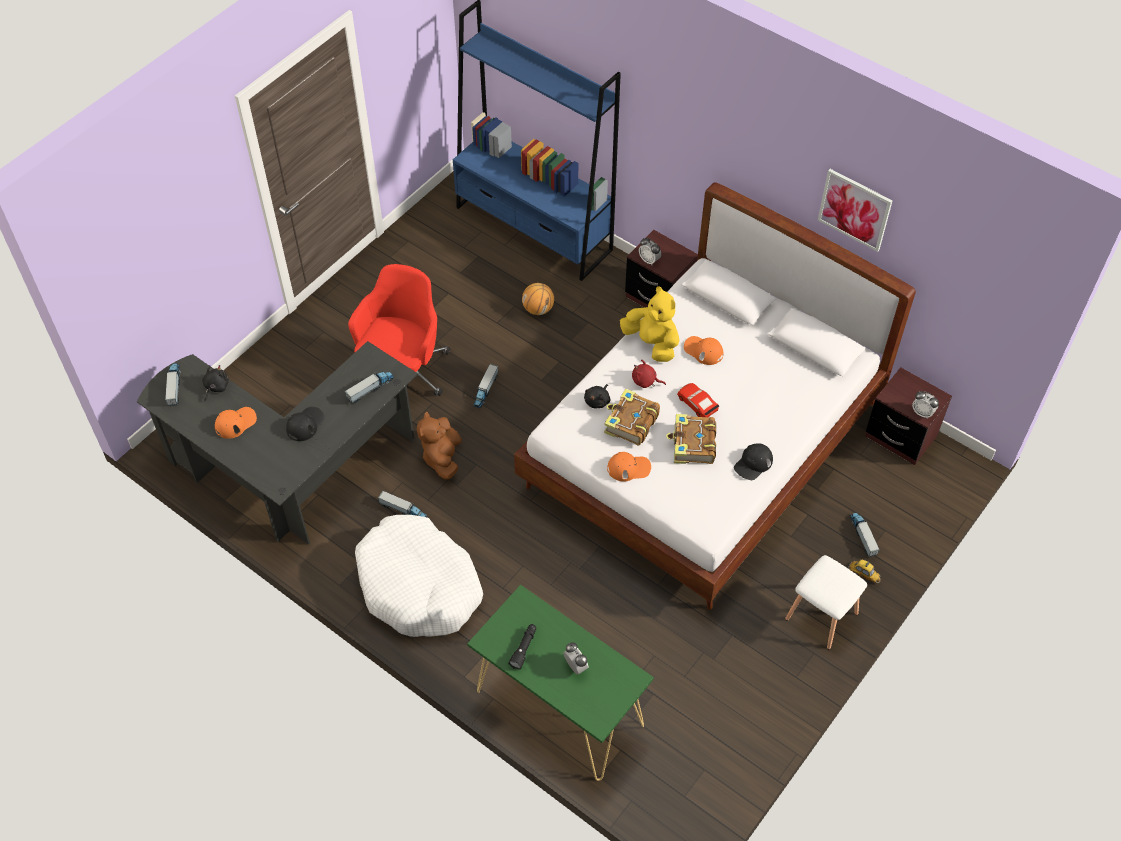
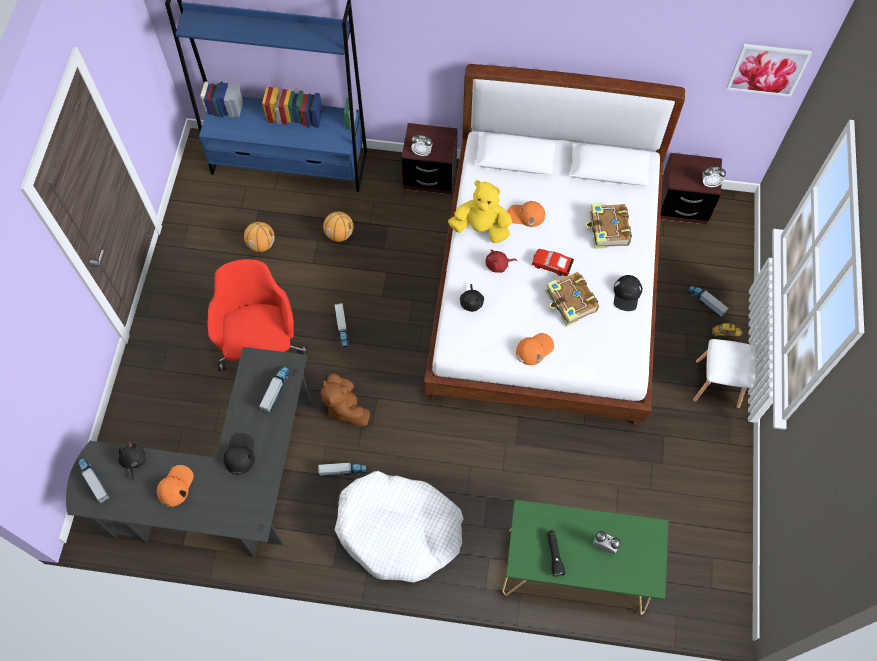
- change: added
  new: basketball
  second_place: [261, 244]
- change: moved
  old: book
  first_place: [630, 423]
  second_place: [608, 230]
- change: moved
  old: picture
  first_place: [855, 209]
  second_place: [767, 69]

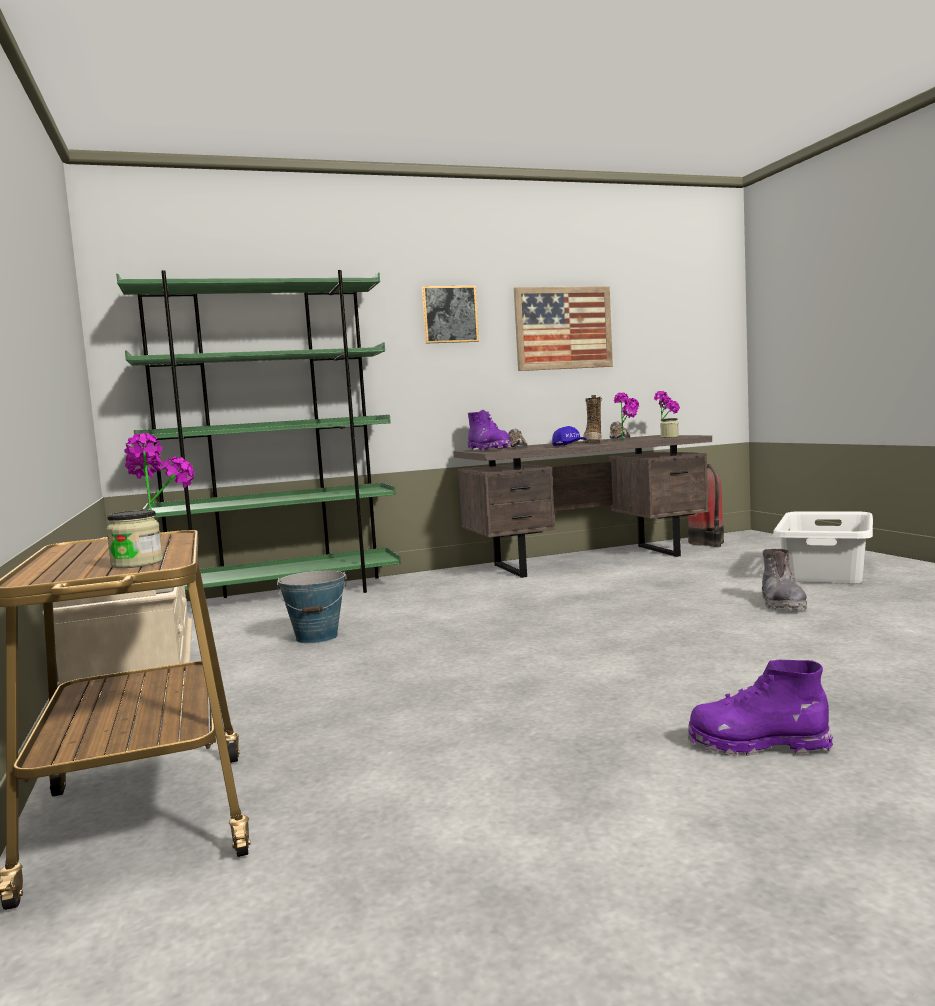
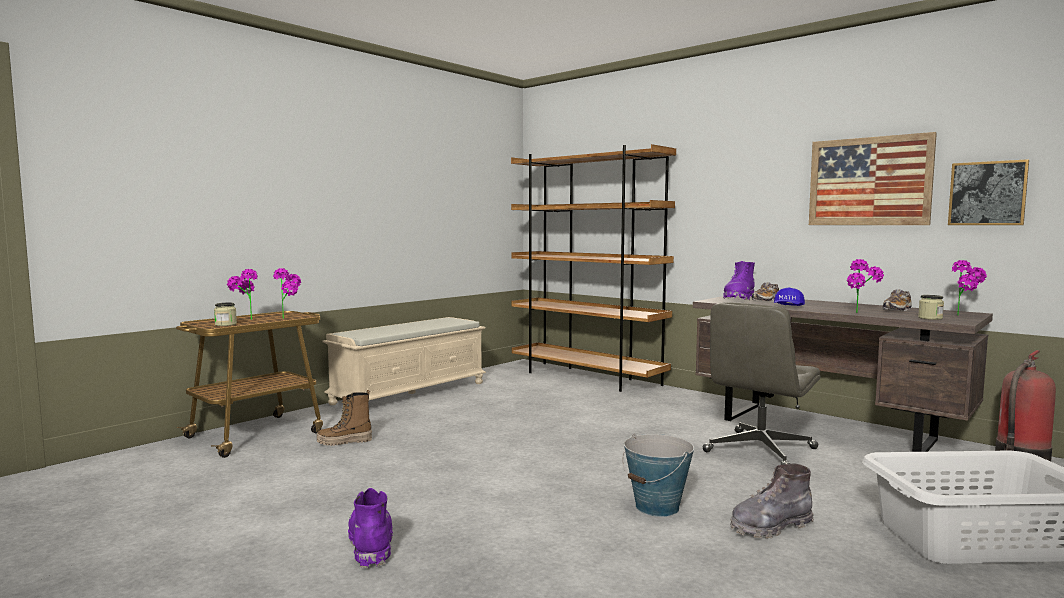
- change: added
  new: potted plant
  second_place: [244, 319]
- change: moved
  old: boot
  first_place: [593, 442]
  second_place: [344, 442]
- change: recoloured
  old: bookcase (green)
  new: bookcase (brown)
  first_place: [282, 596]
  second_place: [587, 377]
- change: moved
  old: bucket
  first_place: [317, 637]
  second_place: [657, 507]
- change: added
  new: office chair (grey)
  second_place: [760, 451]
- change: moved
  old: picture
  first_place: [450, 314]
  second_place: [987, 193]

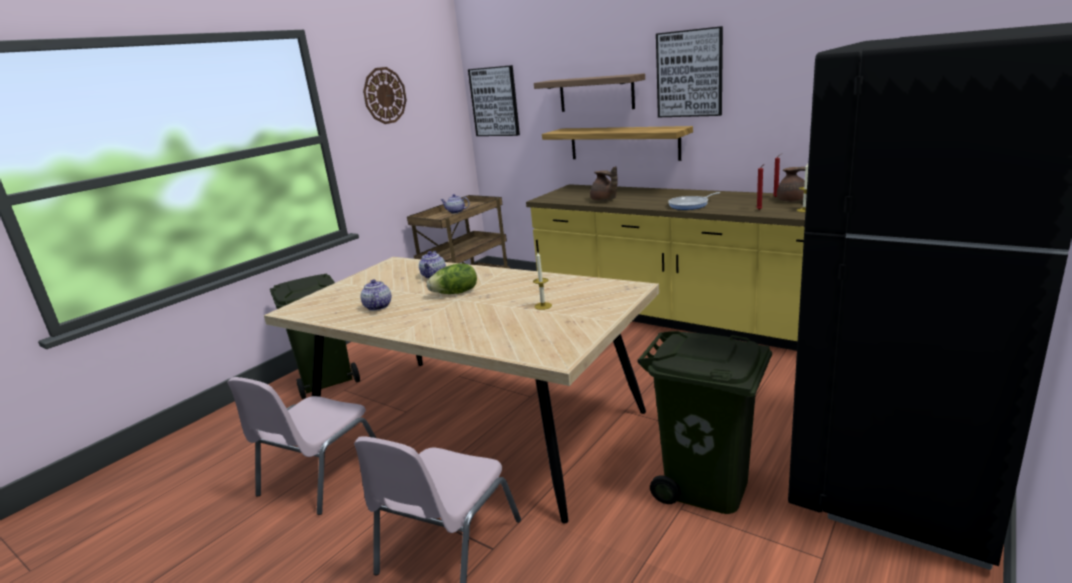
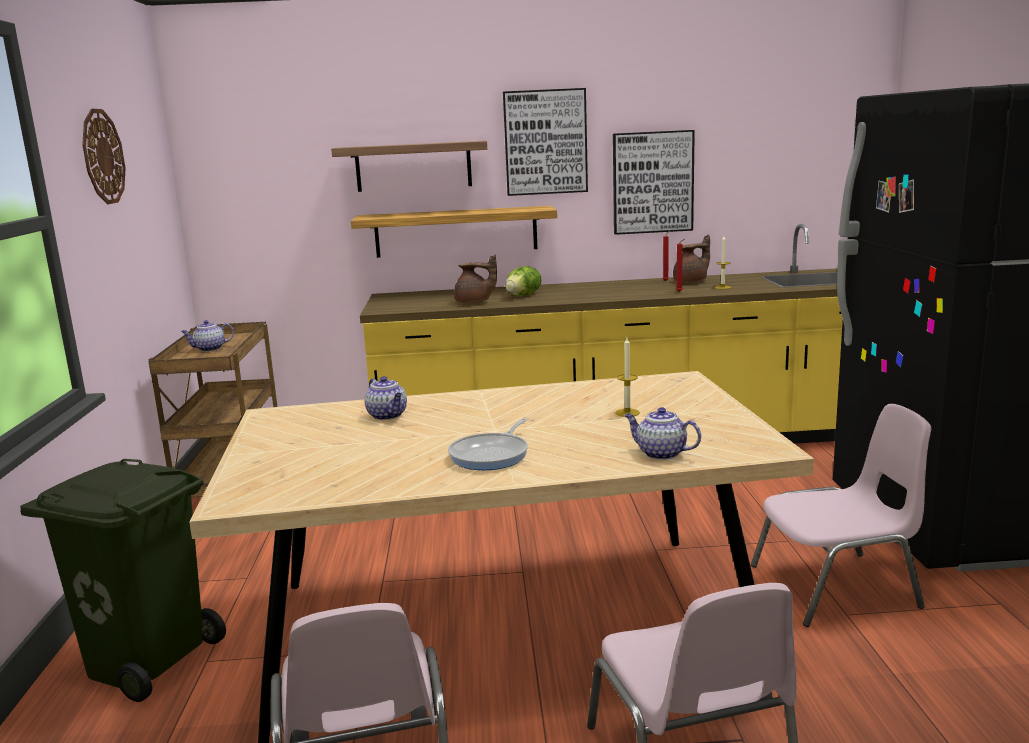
- change: moved
  old: frying pan
  first_place: [690, 205]
  second_place: [492, 455]
- change: moved
  old: lettuce
  first_place: [455, 293]
  second_place: [523, 295]
- change: moved
  old: picture
  first_place: [495, 101]
  second_place: [652, 182]
- change: moved
  old: teapot
  first_place: [377, 306]
  second_place: [660, 453]
- change: replaced
  old: trash can (green)
  new: chair (pink)
  first_place: [706, 487]
  second_place: [837, 587]

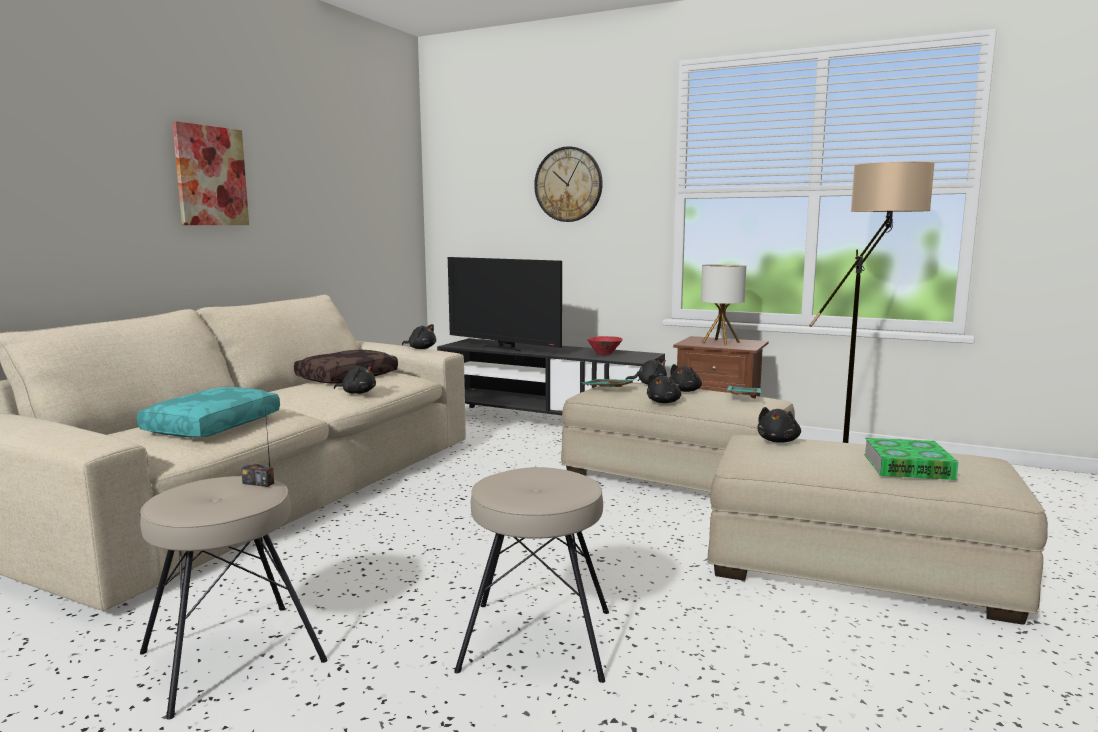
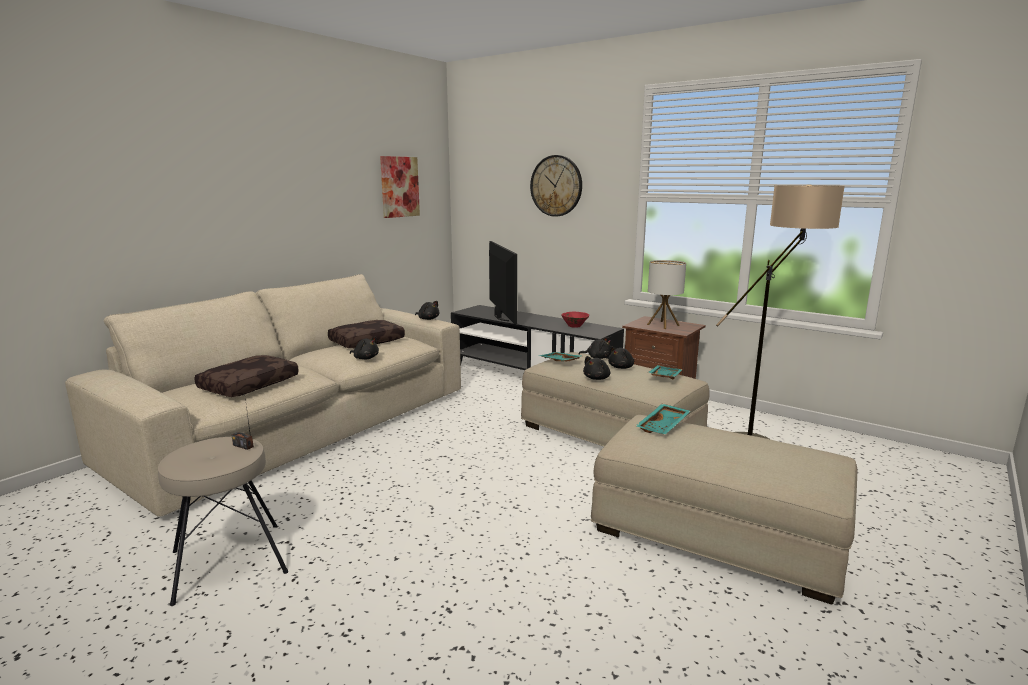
- change: recoloured
  old: pillow (turquoise)
  new: pillow (brown)
  first_place: [212, 425]
  second_place: [249, 385]
- change: moved
  old: picture
  first_place: [211, 176]
  second_place: [399, 187]
- change: turned
  old: television
  first_place: [504, 348]
  second_place: [500, 317]
  degrees: -150
- change: replaced
  old: plush toy (black)
  new: tray (turquoise)
  first_place: [778, 441]
  second_place: [664, 426]
- change: removed
  old: stool (beige)
  first_place: [537, 641]
- change: removed
  old: book
  first_place: [907, 466]

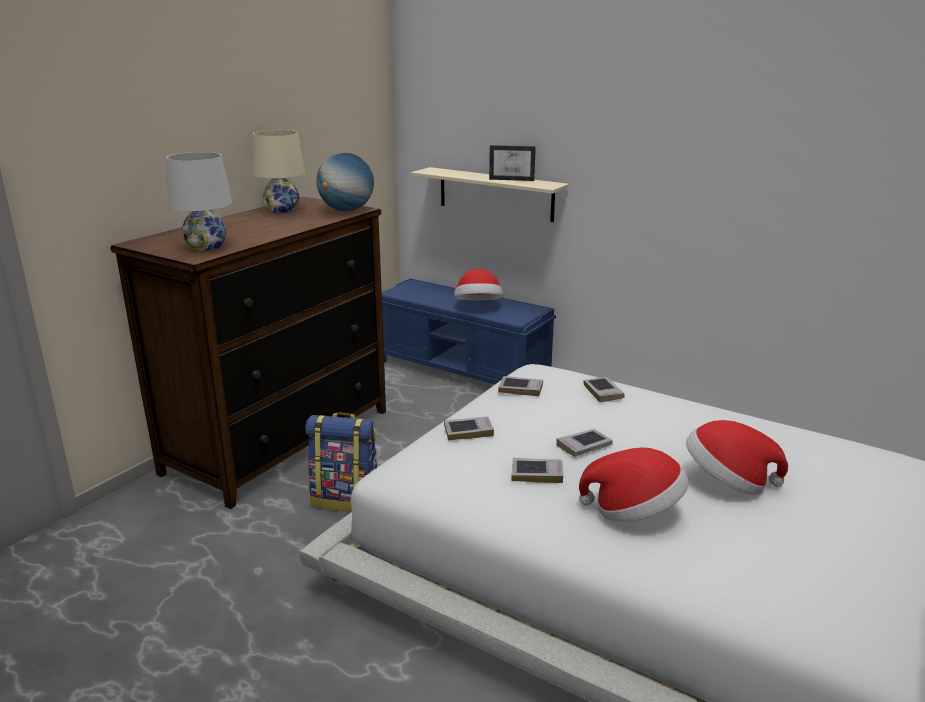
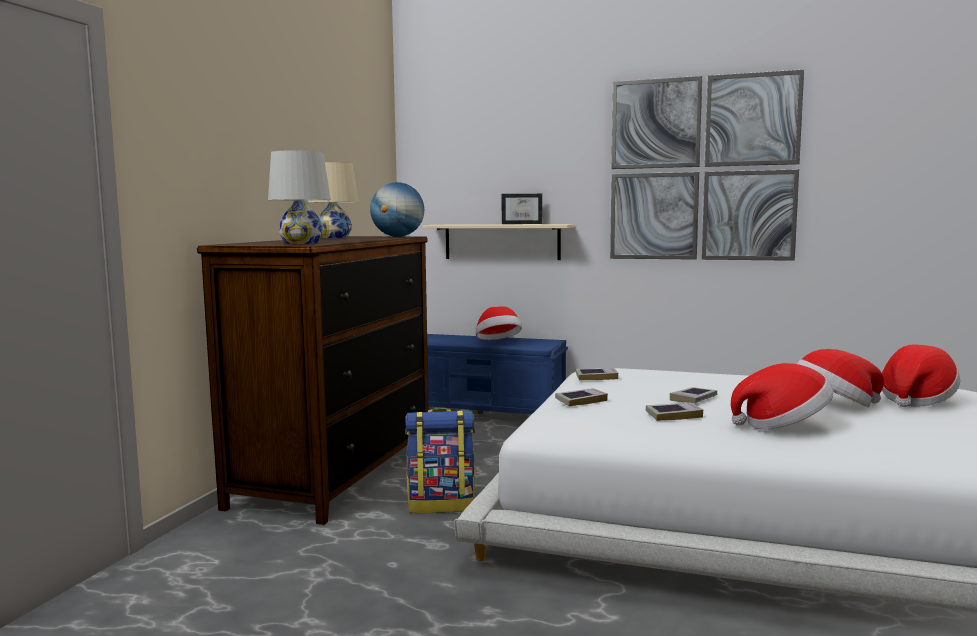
- change: added
  new: picture
  second_place: [702, 169]
- change: added
  new: hat
  second_place: [916, 400]
- change: removed
  old: book
  first_place: [603, 392]

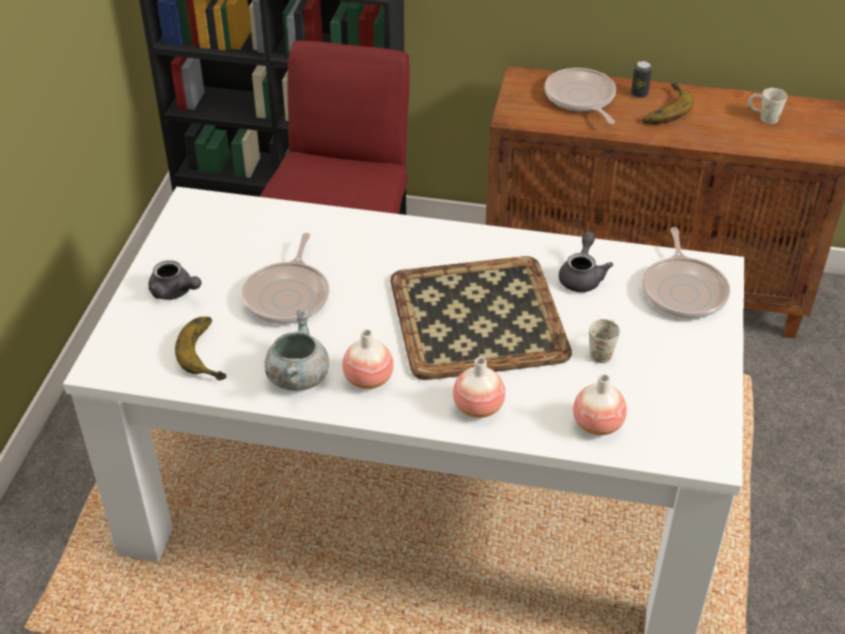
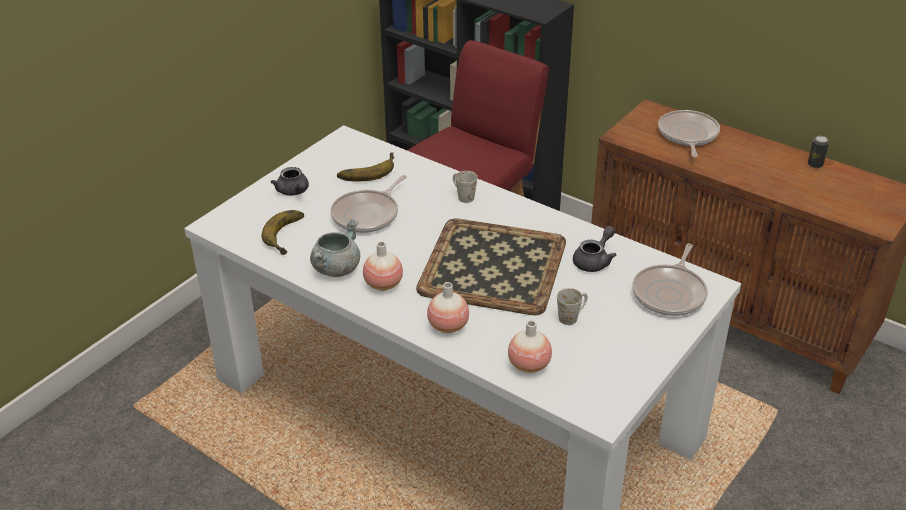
- change: moved
  old: banana
  first_place: [662, 109]
  second_place: [366, 170]
- change: moved
  old: mug (white)
  first_place: [763, 117]
  second_place: [462, 196]
- change: moved
  old: can
  first_place: [639, 94]
  second_place: [815, 164]

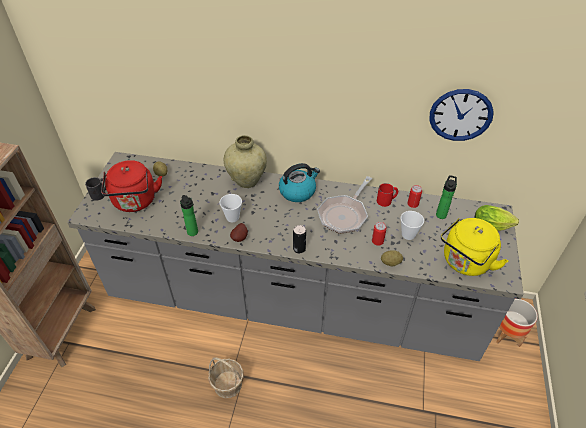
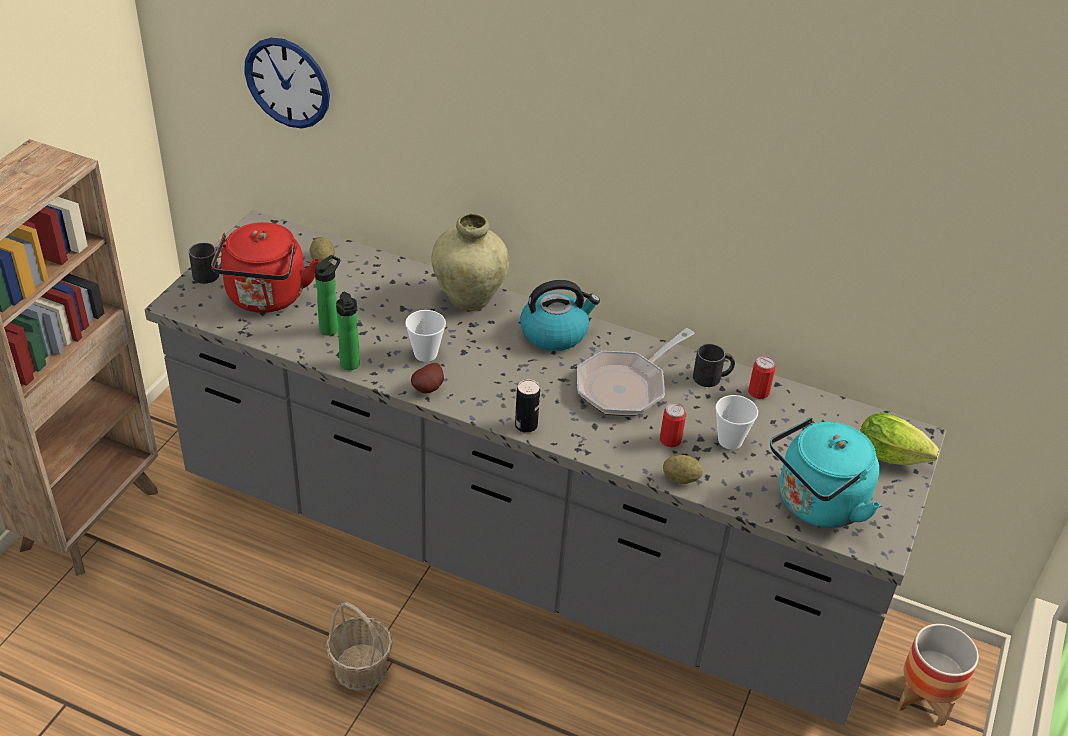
- change: moved
  old: wall clock
  first_place: [460, 115]
  second_place: [287, 83]
- change: moved
  old: bottle
  first_place: [441, 214]
  second_place: [331, 328]
- change: recoloured
  old: mug (red)
  new: mug (black)
  first_place: [387, 200]
  second_place: [712, 377]
- change: recoloured
  old: kettle (yellow)
  new: kettle (turquoise)
  first_place: [465, 263]
  second_place: [816, 505]

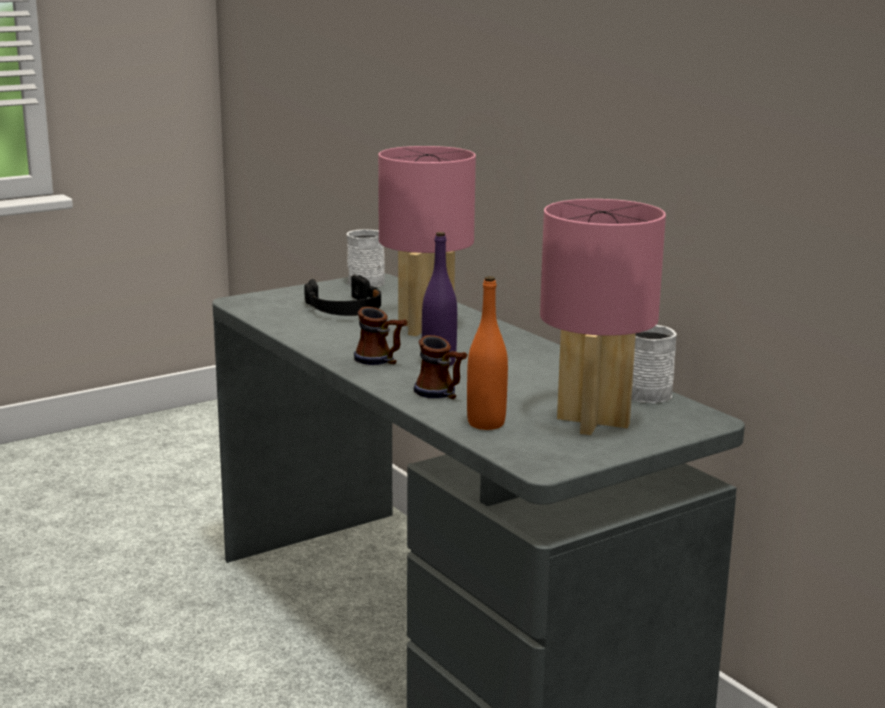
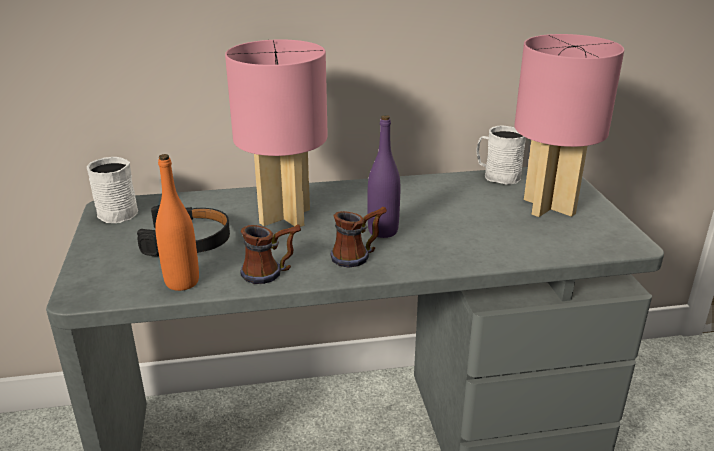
- change: moved
  old: bottle (orange)
  first_place: [486, 423]
  second_place: [182, 282]
- change: moved
  old: mug
  first_place: [442, 394]
  second_place: [272, 272]

